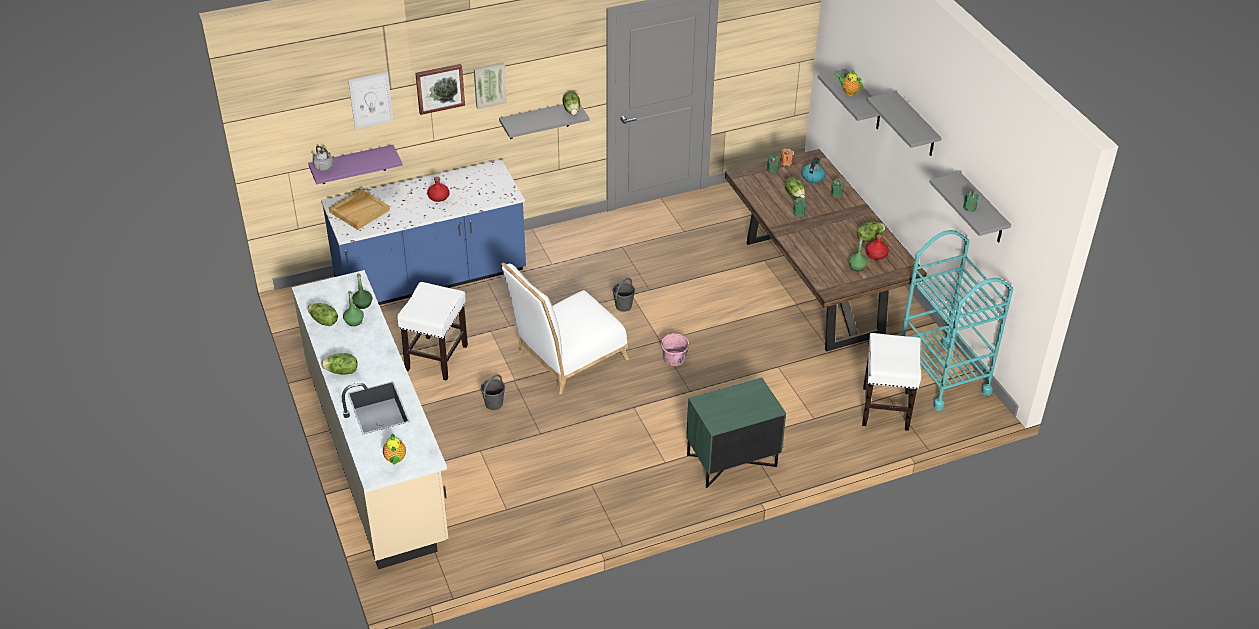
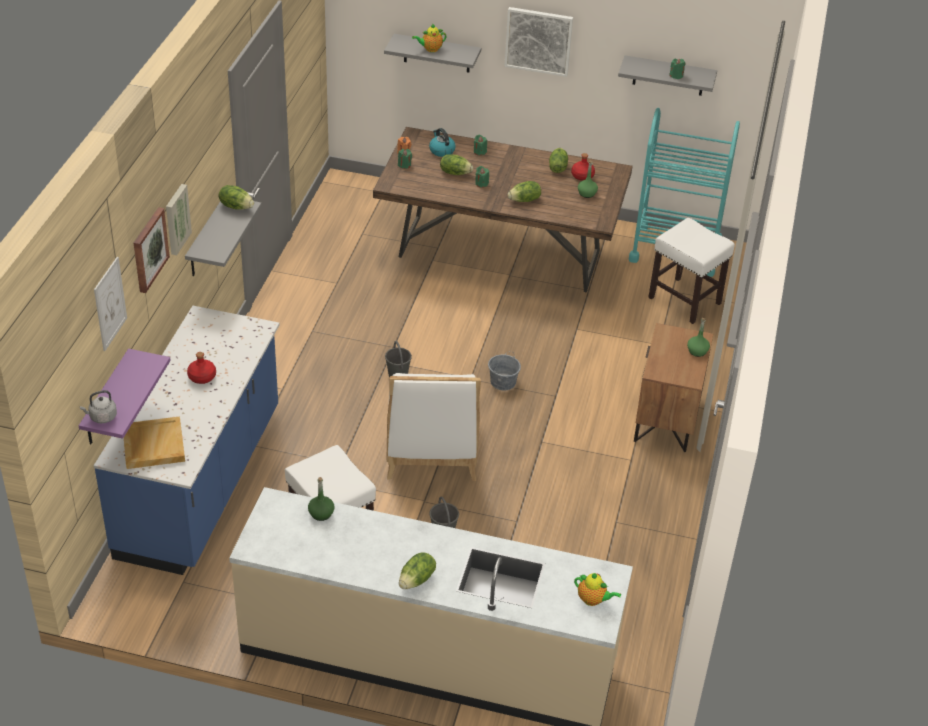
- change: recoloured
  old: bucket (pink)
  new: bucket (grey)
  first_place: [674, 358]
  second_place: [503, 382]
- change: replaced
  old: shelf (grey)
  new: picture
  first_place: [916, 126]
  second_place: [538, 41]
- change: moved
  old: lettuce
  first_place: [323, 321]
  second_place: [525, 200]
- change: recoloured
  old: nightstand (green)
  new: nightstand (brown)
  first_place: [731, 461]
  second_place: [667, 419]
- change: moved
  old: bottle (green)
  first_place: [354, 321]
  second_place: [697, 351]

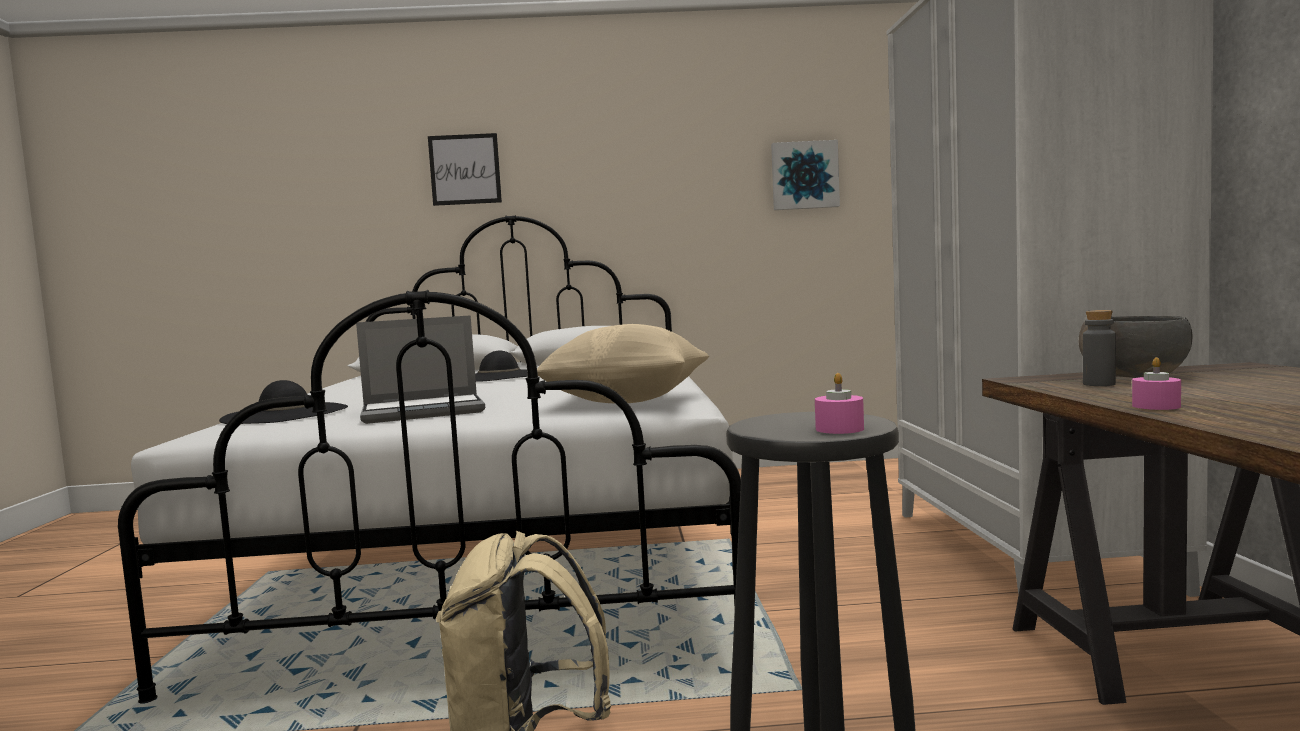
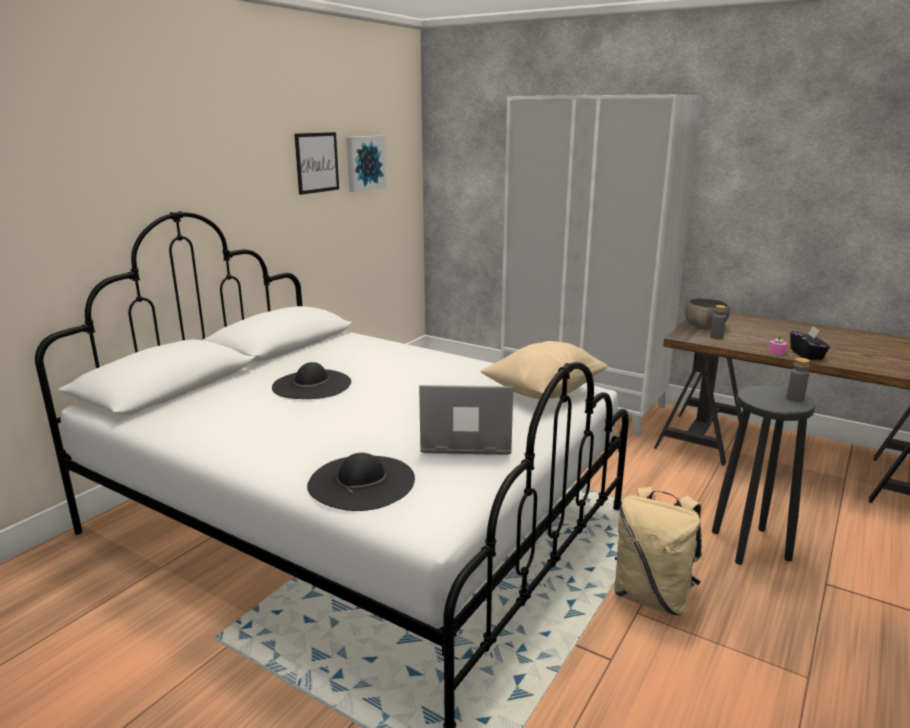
- change: moved
  old: picture
  first_place: [465, 169]
  second_place: [317, 162]
- change: turned
  old: laptop
  first_place: [425, 411]
  second_place: [465, 440]
  degrees: -105
- change: replaced
  old: candle (pink)
  new: bottle (grey)
  first_place: [839, 429]
  second_place: [795, 398]
- change: added
  new: tissue box (black)
  second_place: [807, 355]

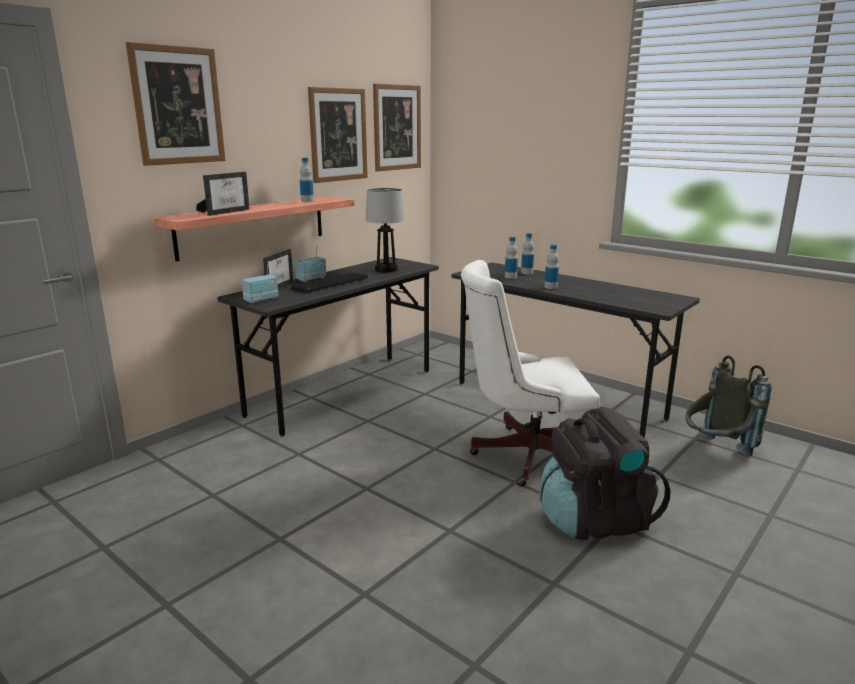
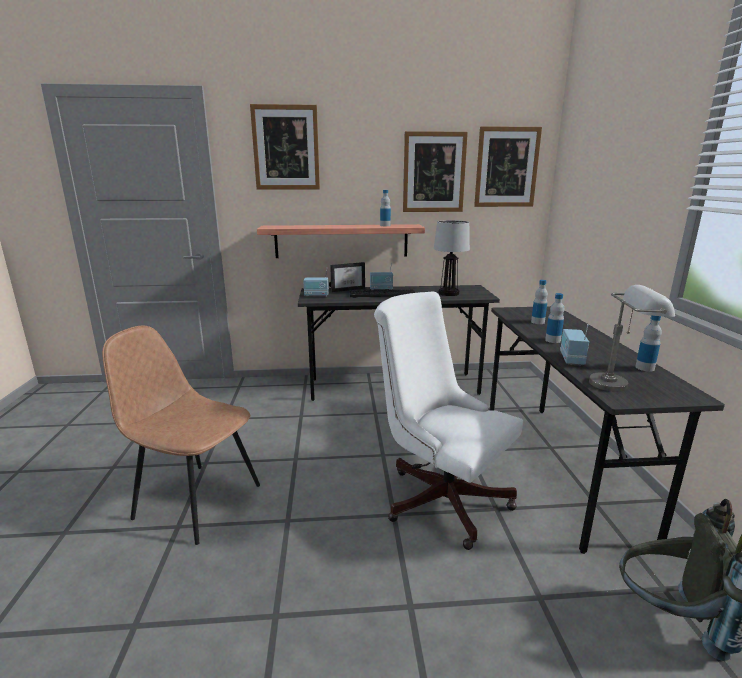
- change: added
  new: chair (brown)
  second_place: [196, 500]
- change: added
  new: radio
  second_place: [571, 359]
- change: added
  new: table lamp (grey)
  second_place: [620, 384]
- change: moved
  old: bottle
  first_place: [527, 272]
  second_place: [644, 368]
- change: removed
  old: picture frame
  first_place: [226, 212]
- change: removed
  old: backpack (black)
  first_place: [594, 520]

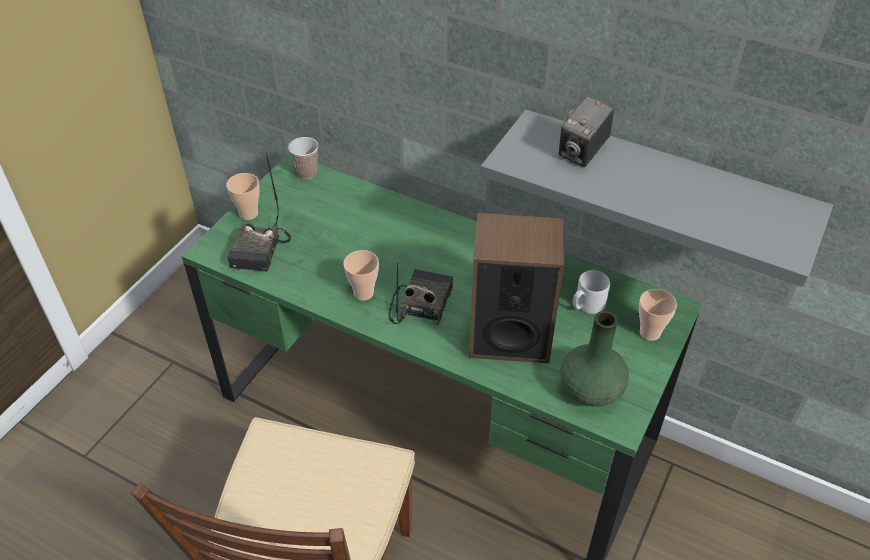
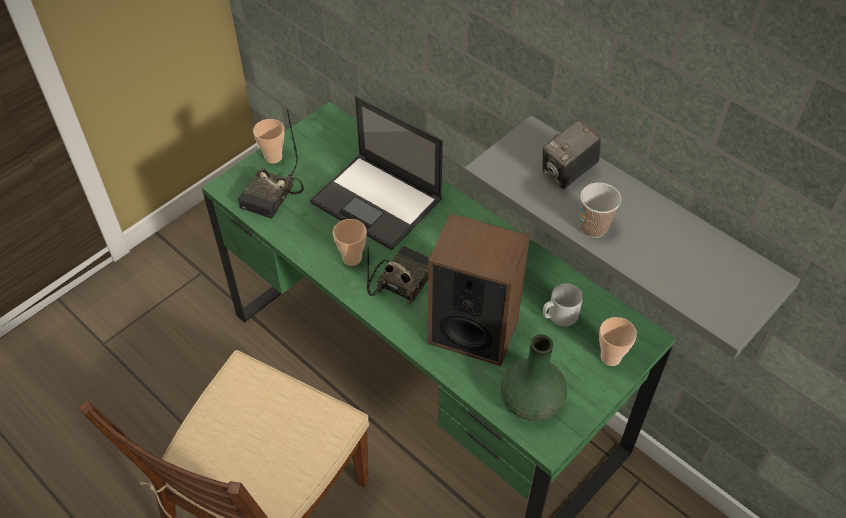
- change: added
  new: laptop
  second_place: [378, 201]
- change: moved
  old: cup
  first_place: [307, 173]
  second_place: [594, 228]

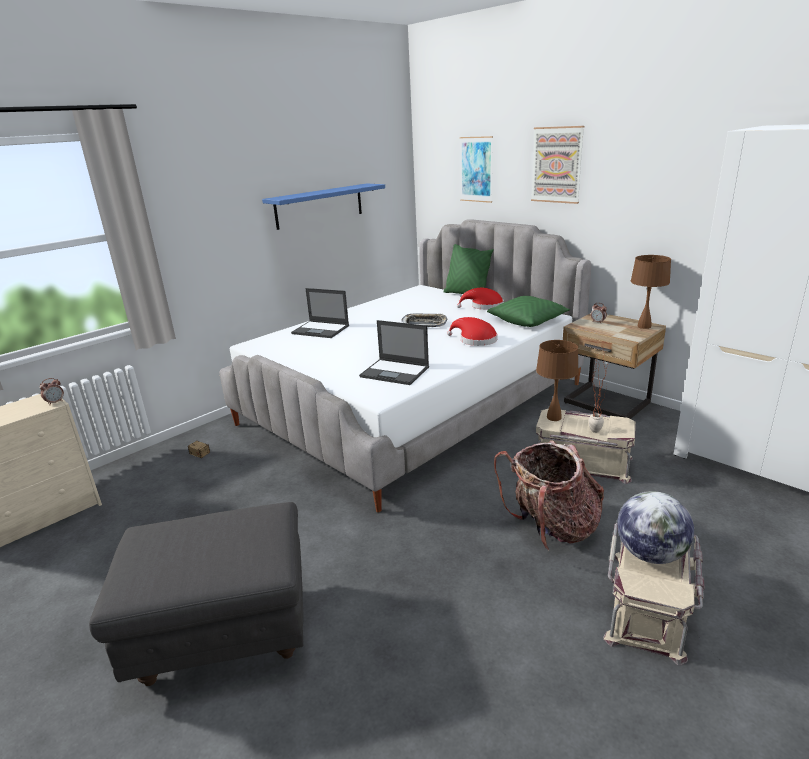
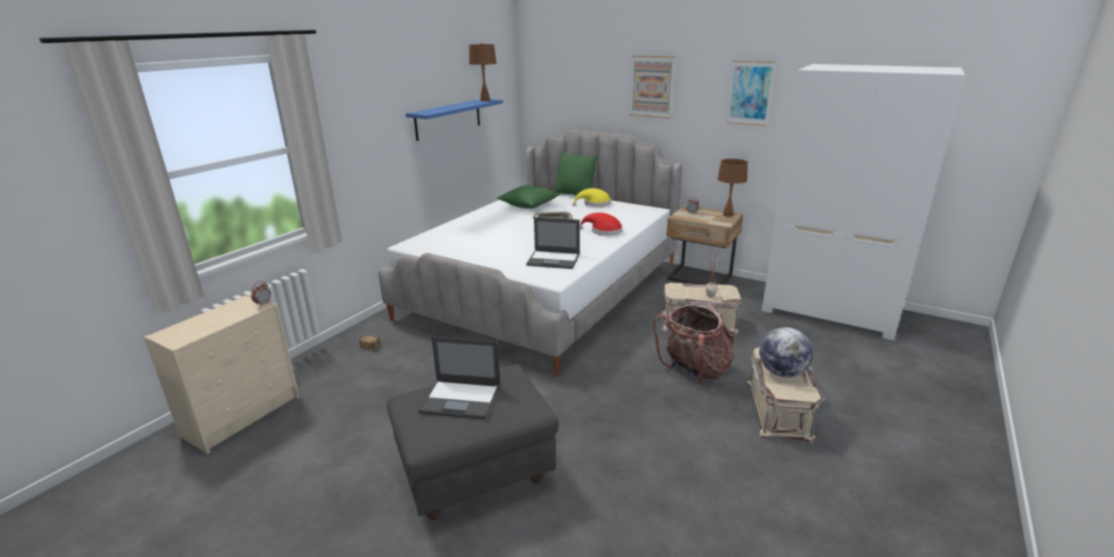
- change: moved
  old: laptop
  first_place: [321, 330]
  second_place: [462, 399]
- change: moved
  old: table lamp (brown)
  first_place: [554, 417]
  second_place: [485, 100]
- change: moved
  old: pillow (green)
  first_place: [528, 321]
  second_place: [529, 204]
- change: recoloured
  old: hat (red)
  new: hat (yellow)
  first_place: [484, 306]
  second_place: [595, 204]
- change: moved
  old: picture
  first_place: [476, 169]
  second_place: [750, 93]

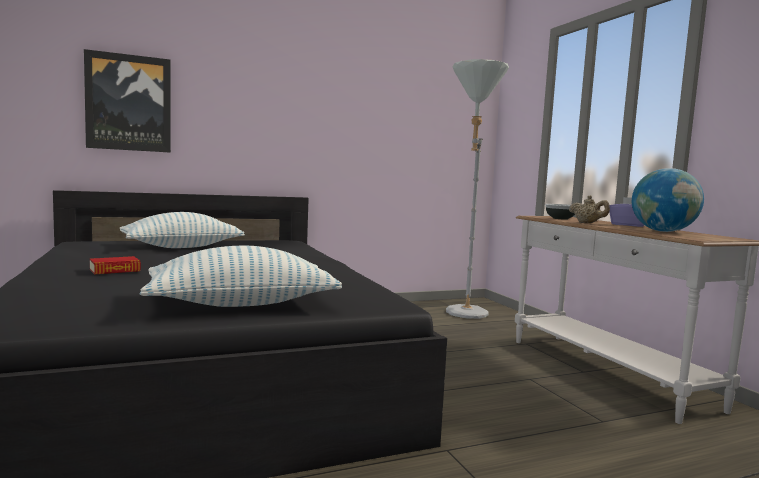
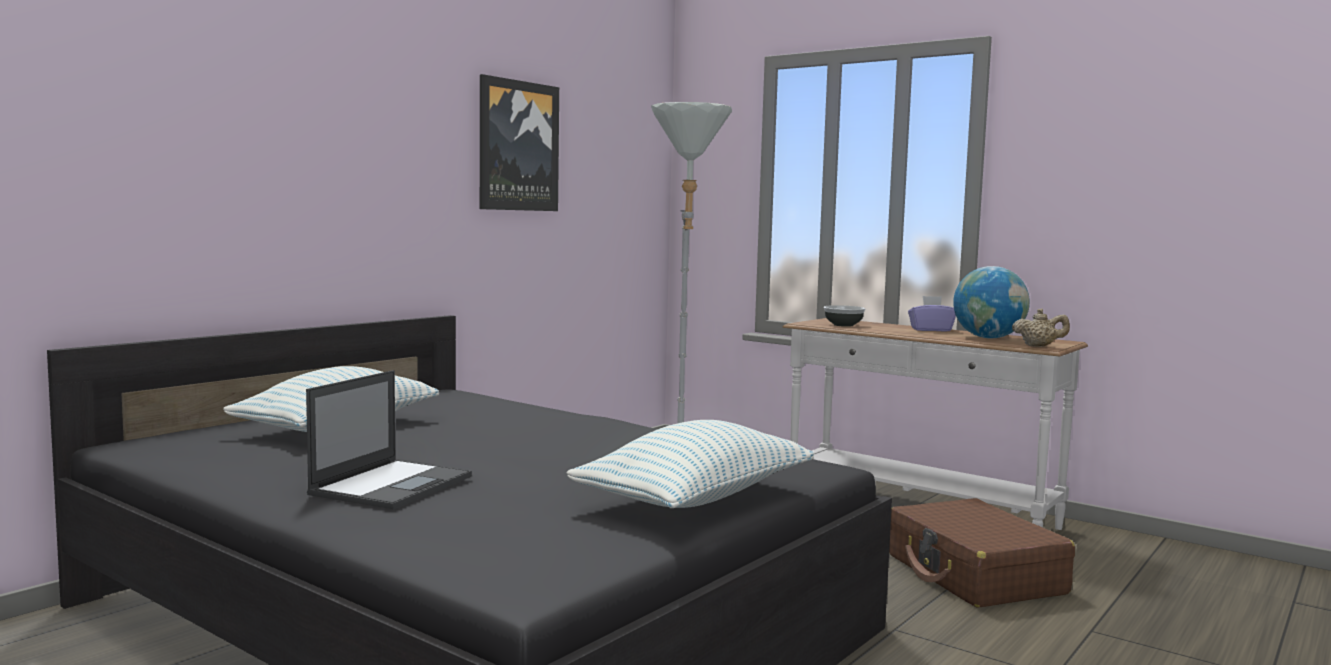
- change: replaced
  old: book
  new: laptop
  first_place: [115, 270]
  second_place: [393, 484]
- change: moved
  old: picture
  first_place: [129, 103]
  second_place: [518, 146]
- change: added
  new: suitcase (brown)
  second_place: [975, 575]
- change: moved
  old: teapot (beige)
  first_place: [587, 223]
  second_place: [1039, 346]

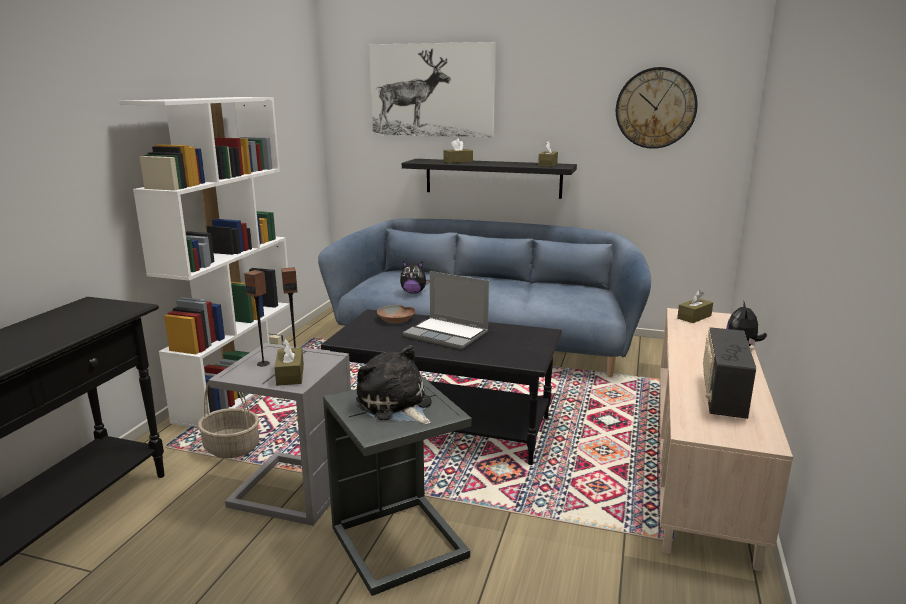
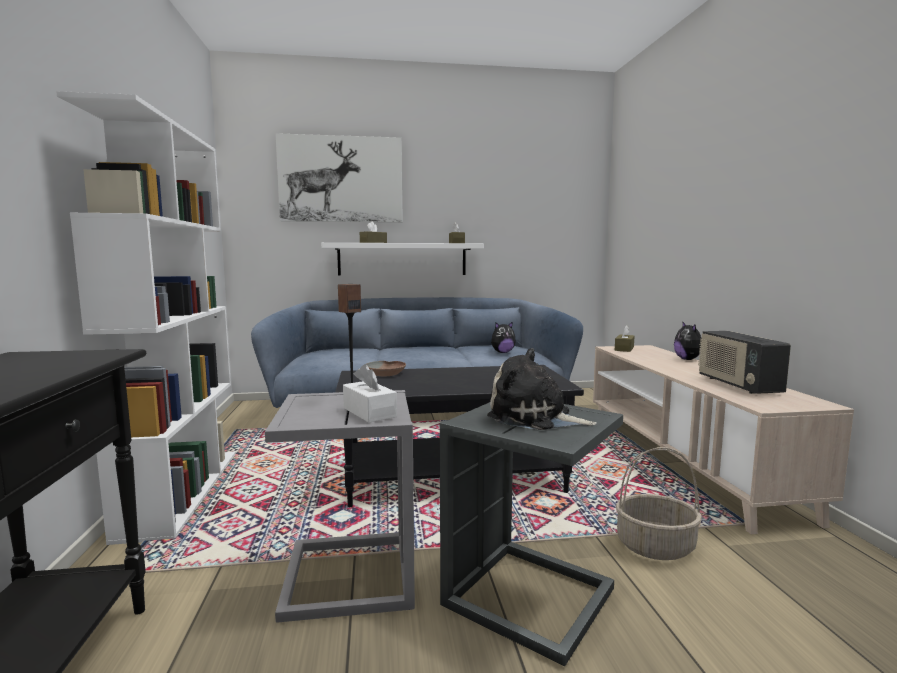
- change: recoloured
  old: shelf (black)
  new: shelf (white)
  first_place: [492, 178]
  second_place: [402, 259]
- change: recoloured
  old: tissue box (brown)
  new: tissue box (white)
  first_place: [290, 375]
  second_place: [369, 412]
- change: moved
  old: plush toy
  first_place: [413, 292]
  second_place: [502, 352]
- change: moved
  old: basket
  first_place: [231, 448]
  second_place: [655, 547]
- change: removed
  old: speaker
  first_place: [263, 363]
- change: removed
  old: laptop
  first_place: [447, 334]
- change: removed
  old: wall clock
  first_place: [655, 108]

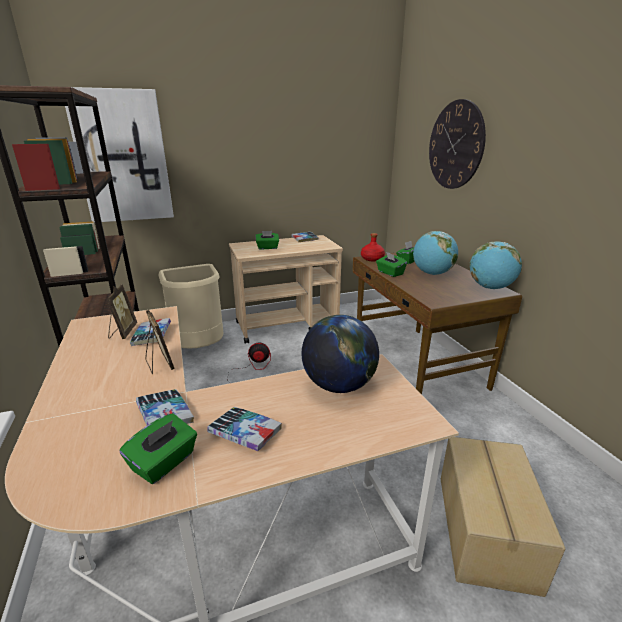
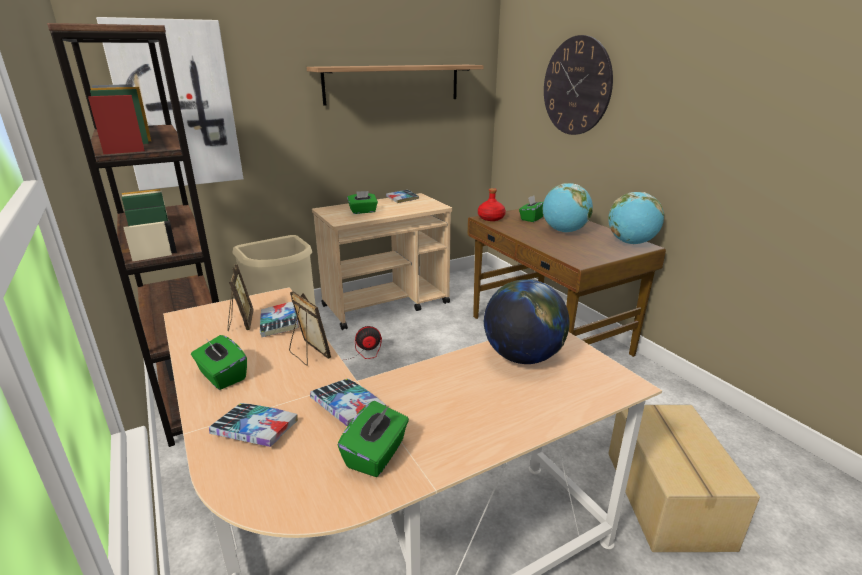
- change: moved
  old: tissue box (green)
  first_place: [390, 273]
  second_place: [222, 376]
- change: moved
  old: book
  first_place: [245, 433]
  second_place: [255, 430]
- change: added
  new: shelf
  second_place: [393, 84]

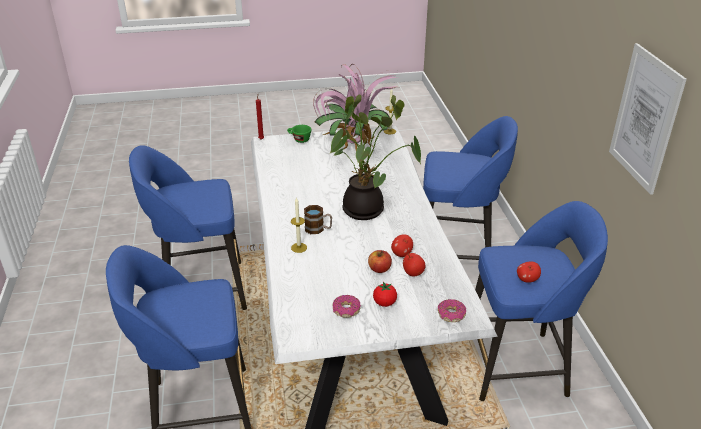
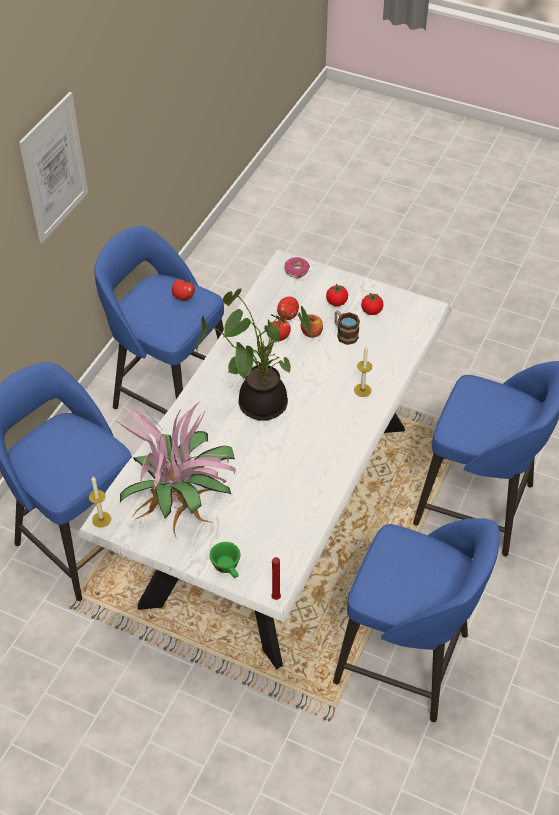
- change: moved
  old: mug
  first_place: [318, 229]
  second_place: [344, 334]
- change: replaced
  old: donut
  new: tomato
  first_place: [346, 310]
  second_place: [371, 311]

